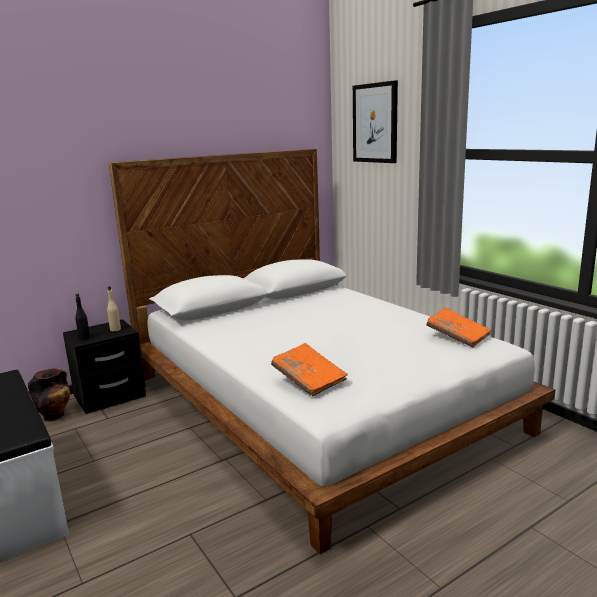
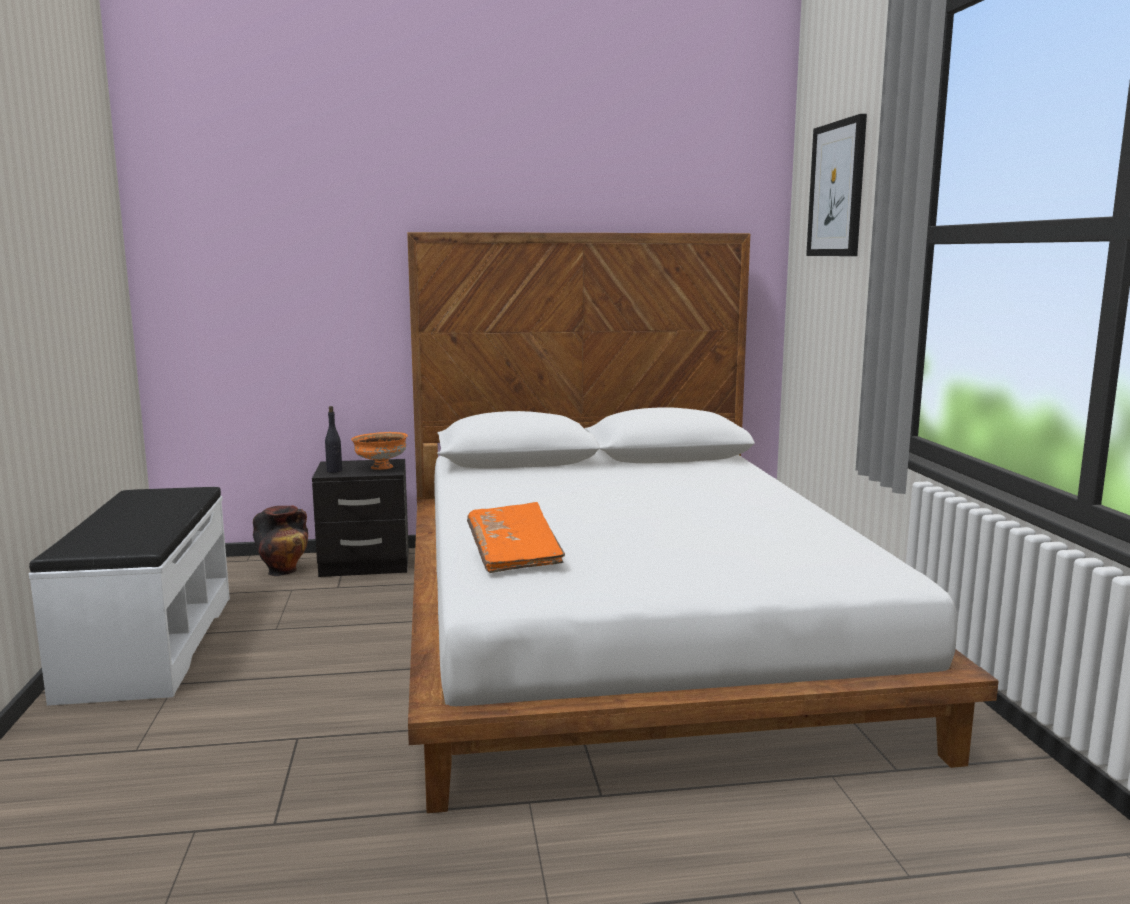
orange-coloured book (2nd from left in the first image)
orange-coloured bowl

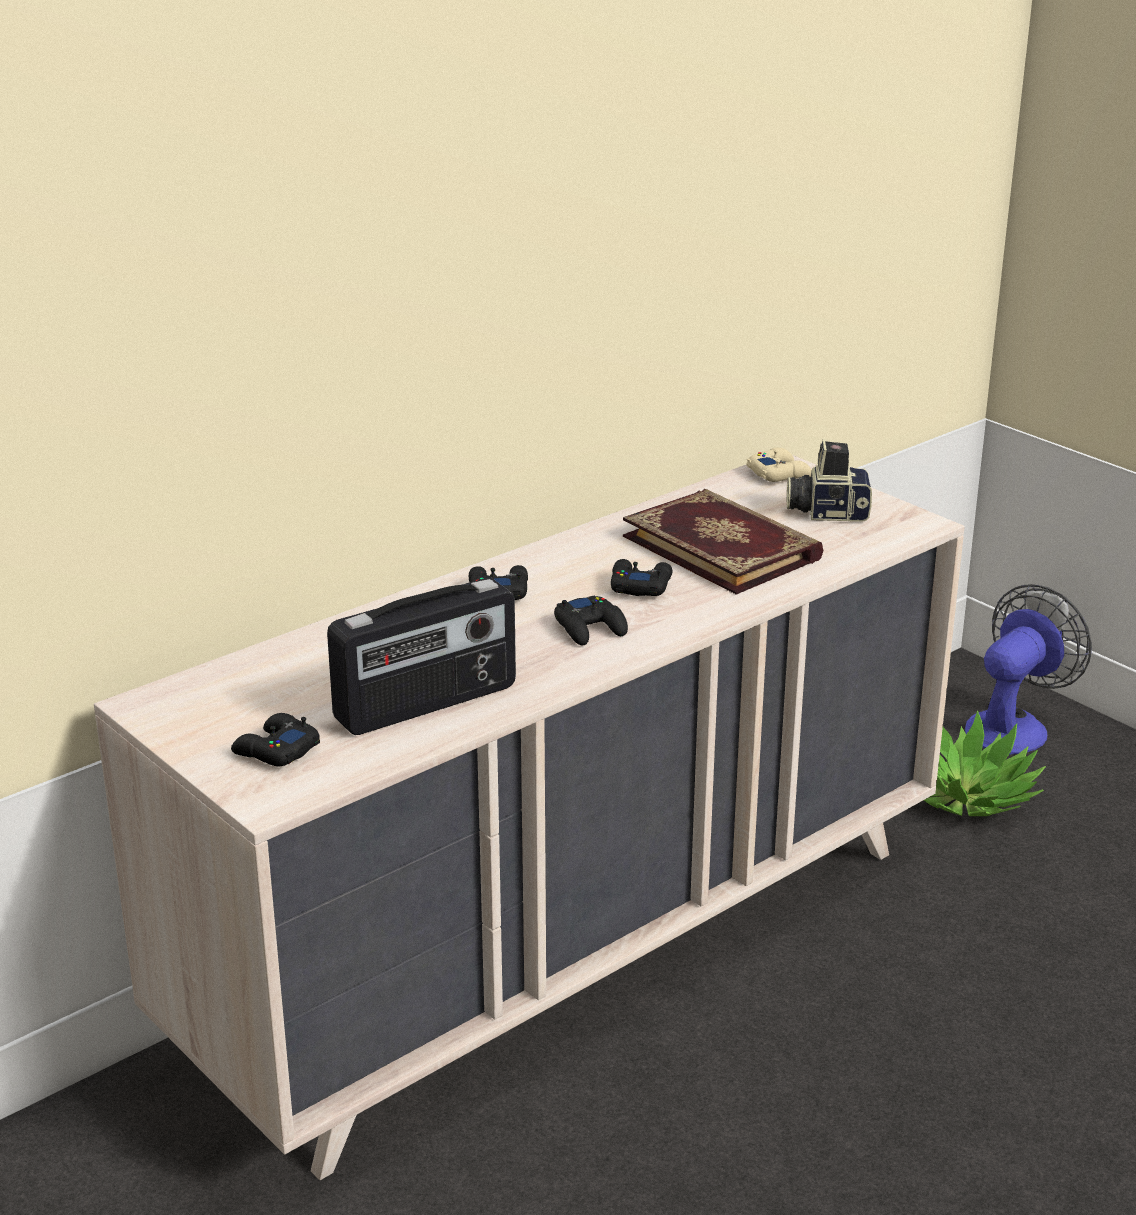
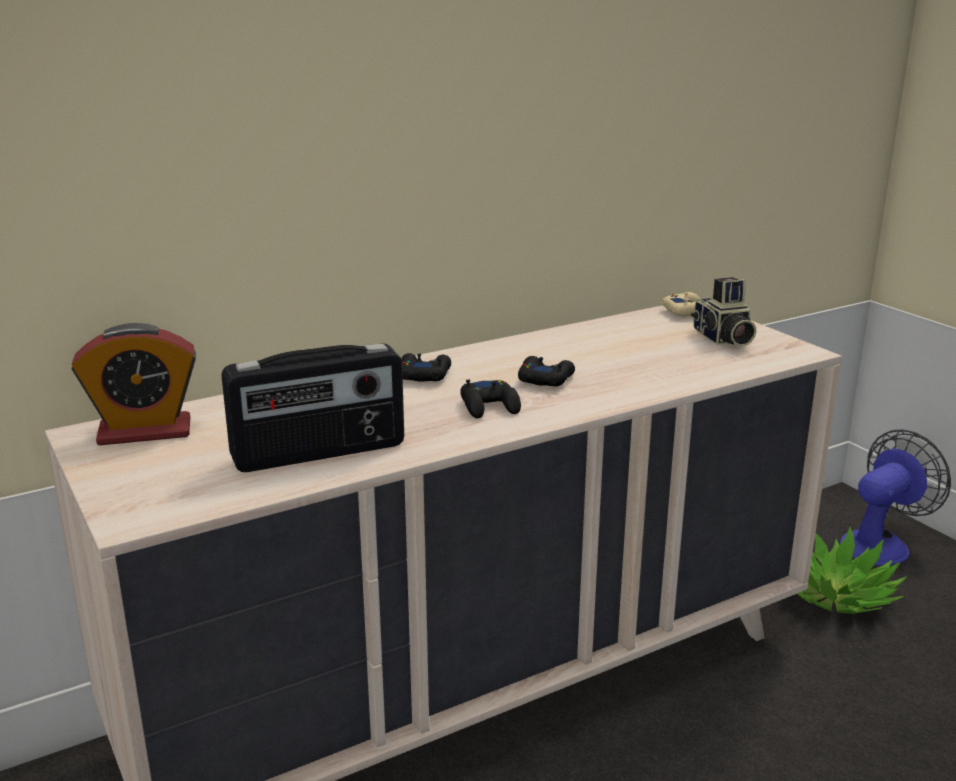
black joypad (1st from left in the first image)
book
table clock
photo camera

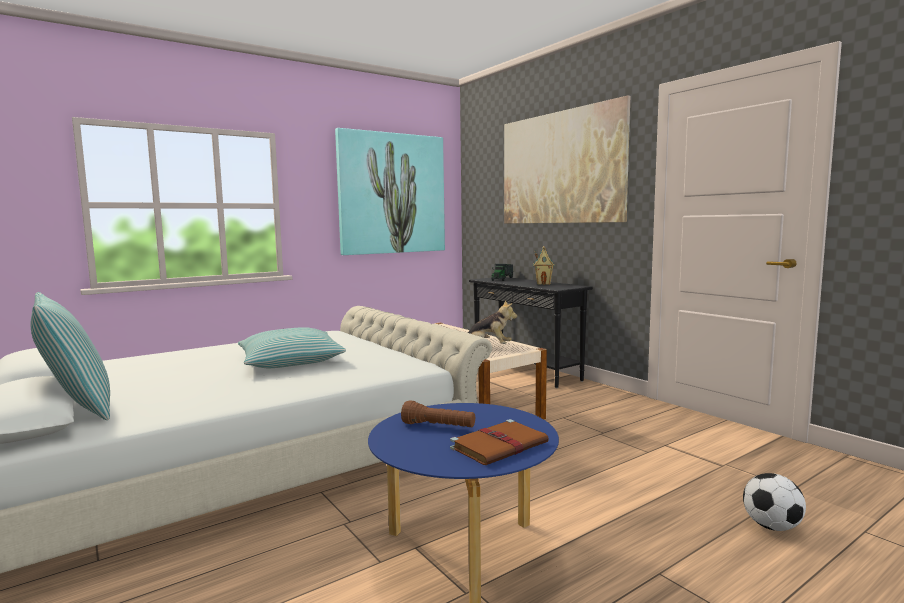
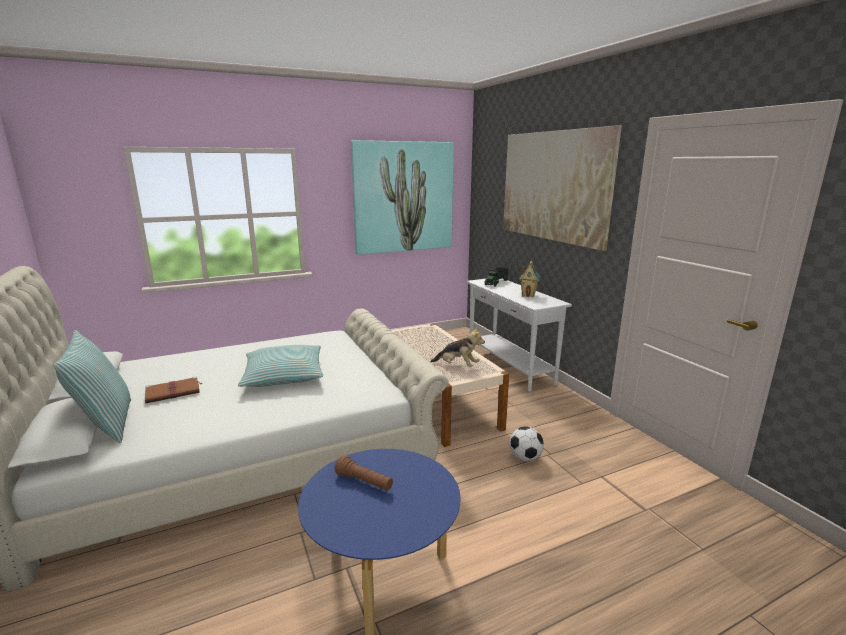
brown-coloured book
ball for football
white console table

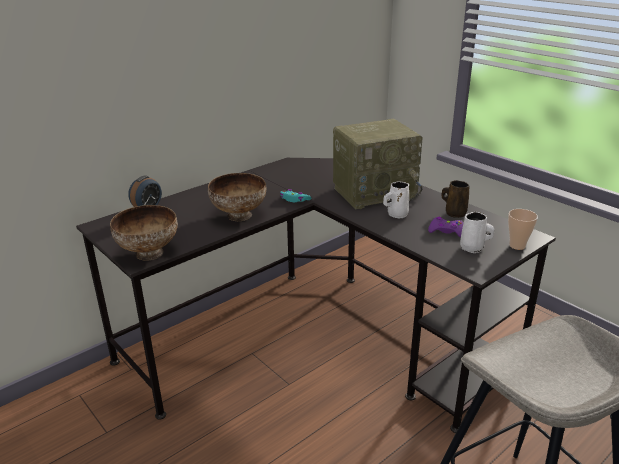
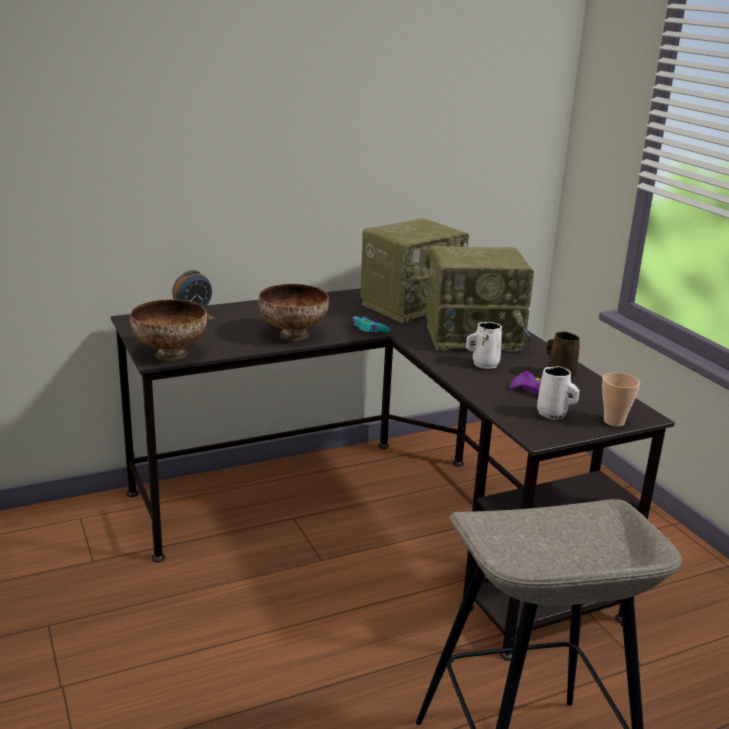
radio (1st from left)

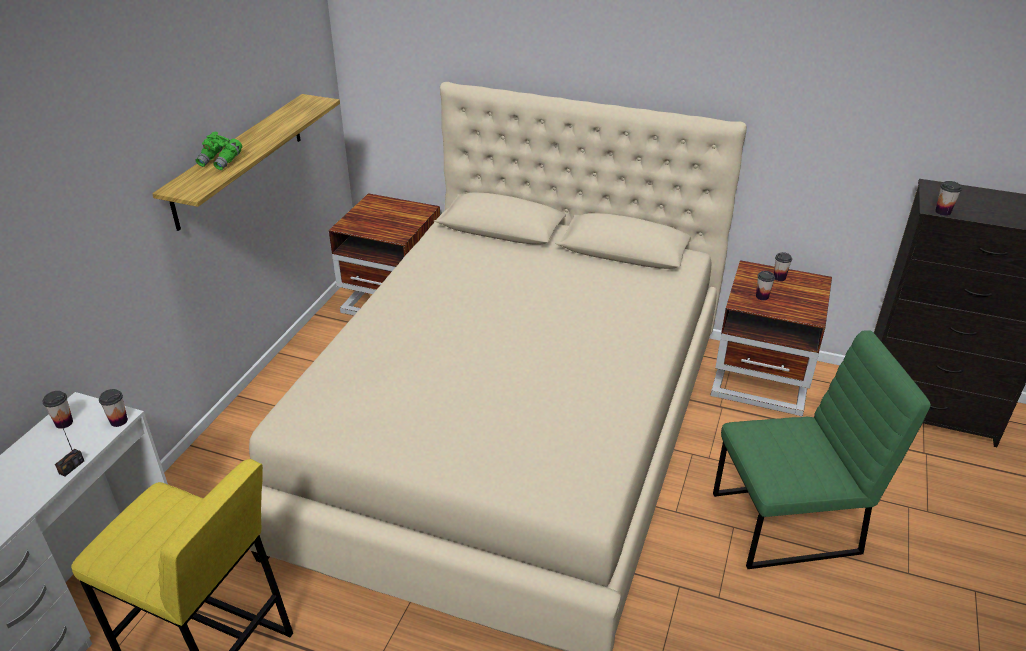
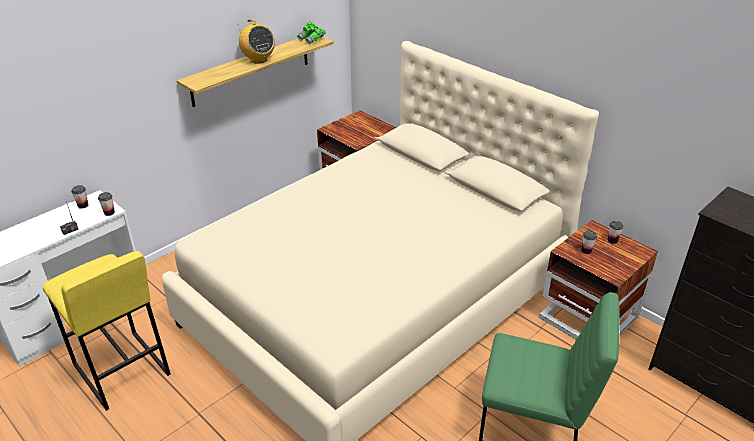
small cup (5th from left in the first image)
radio (2nd from left)
green-coloured field glasses

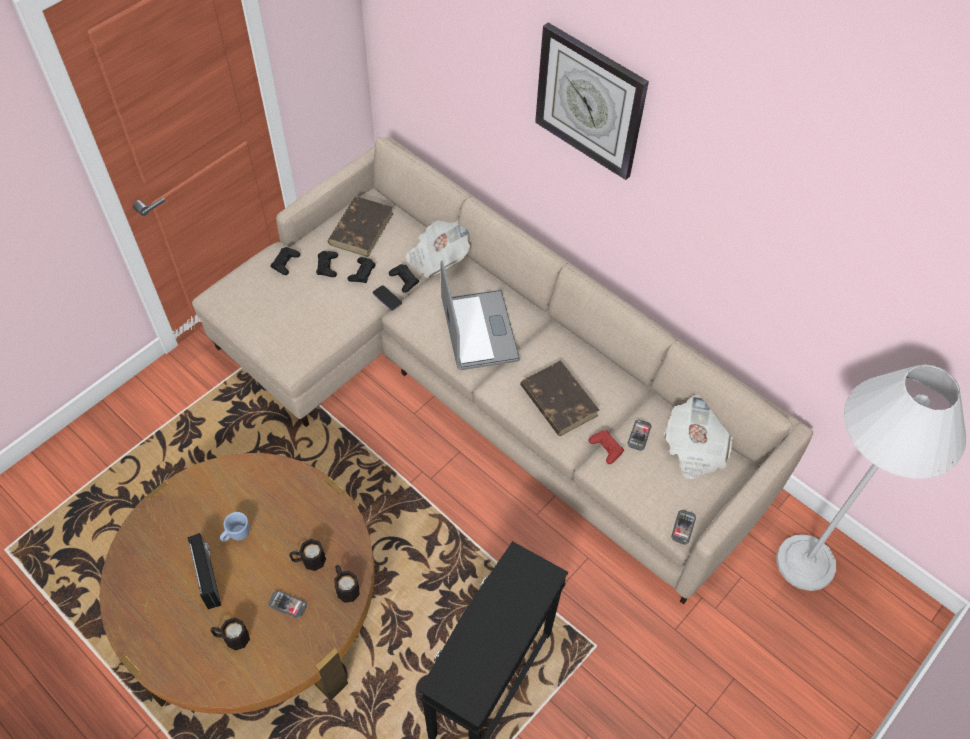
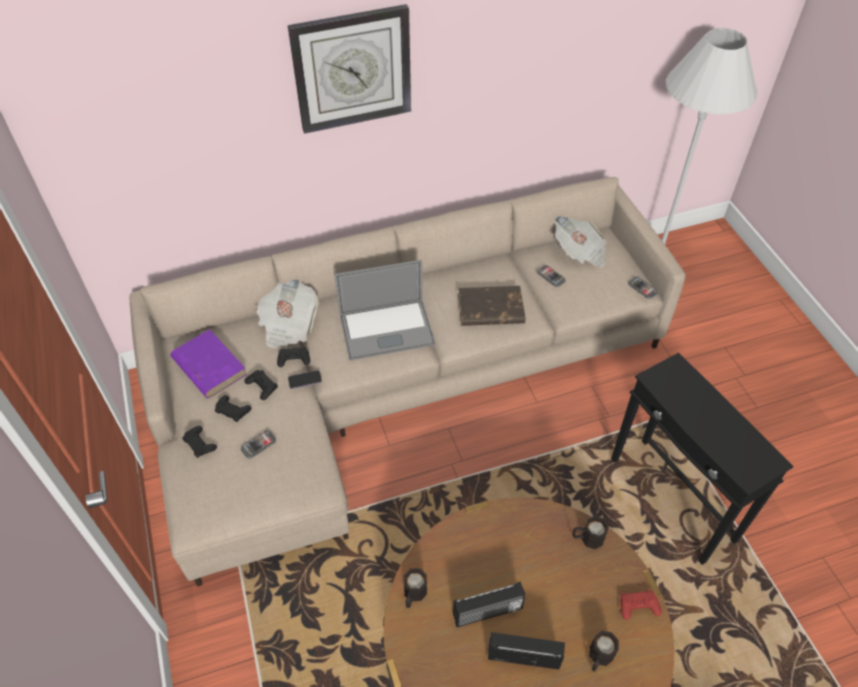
telephone (1st from left)
black mug (1st from left)
reddish joypad
radio (1st from left)
purplish book
notebook computer

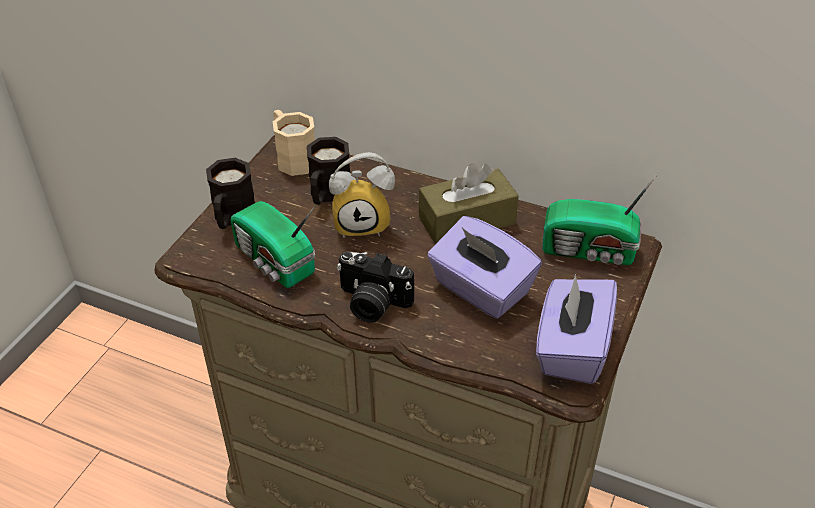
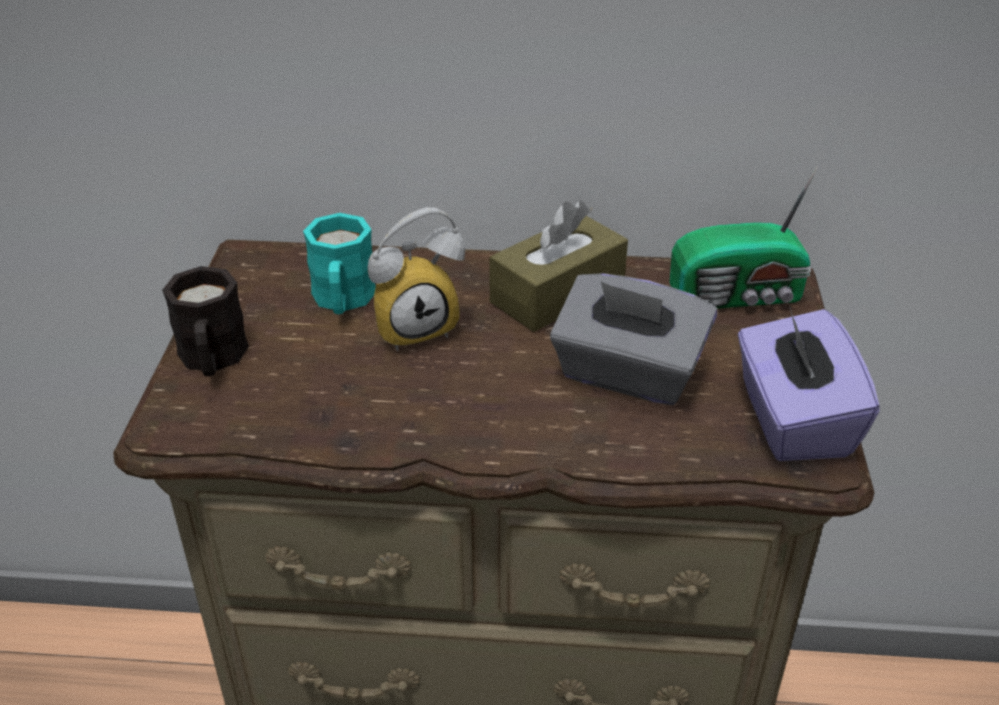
radio (1st from left in the first image)
sand-coloured mug
photo camera
turquoise-coloured mug
grey tissue holder

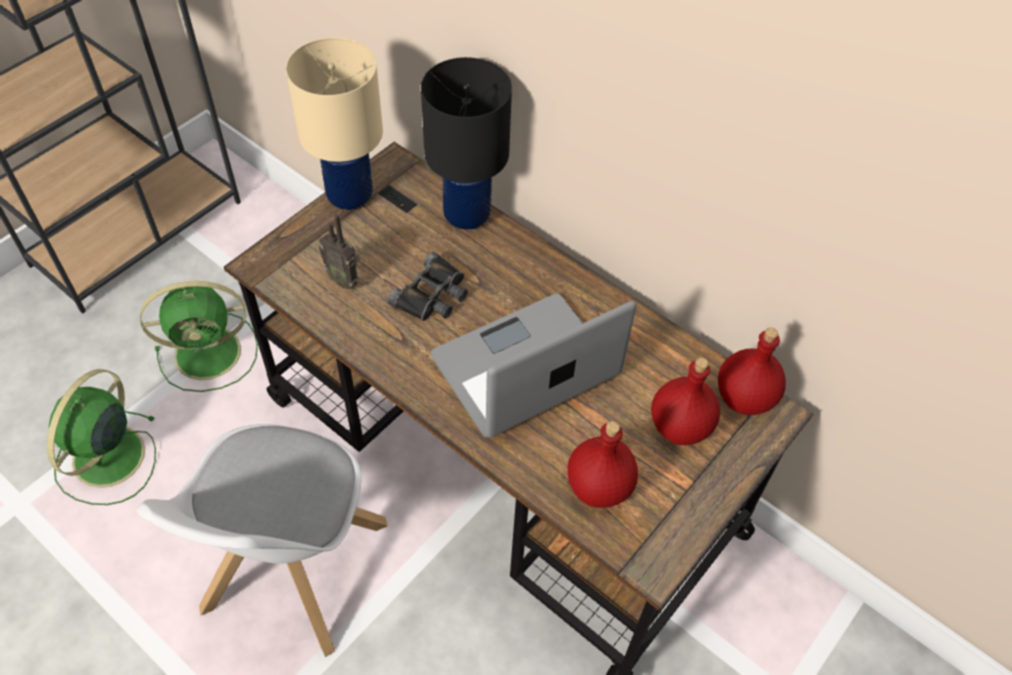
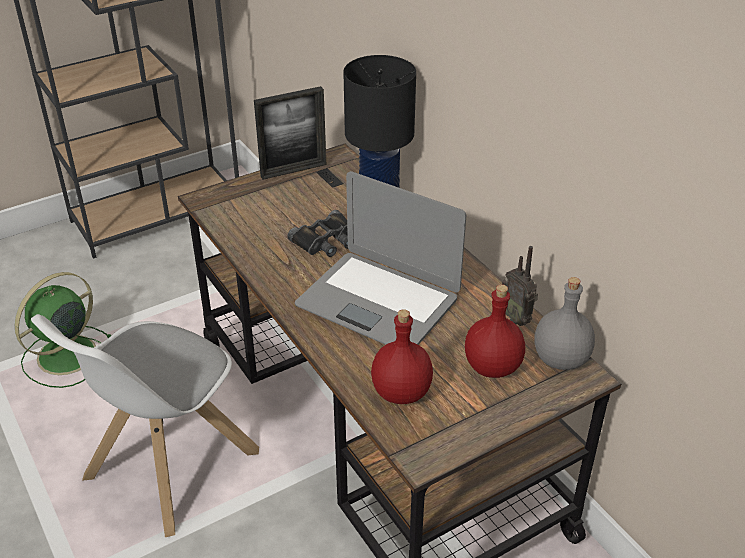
green-coloured cooling fan (2nd from left in the first image)
radio
photo frame
grey bottle
notebook computer

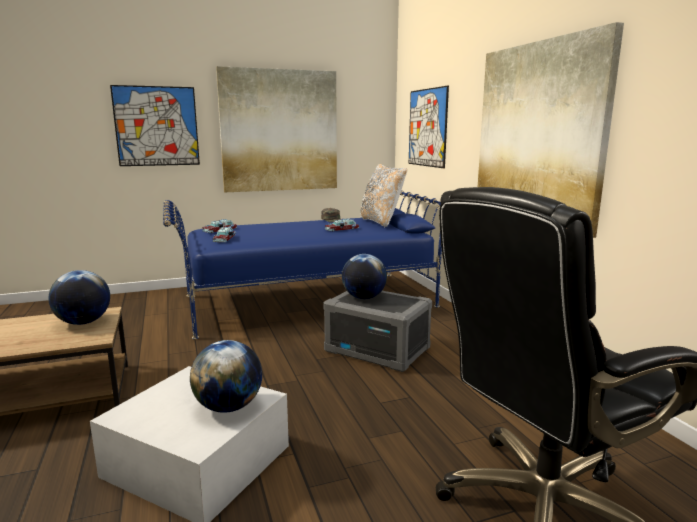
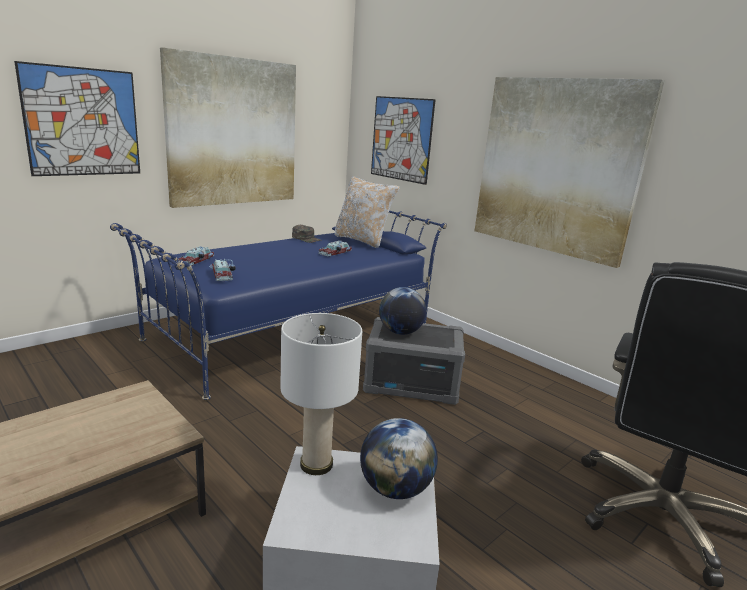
world globe (1st from left in the first image)
white table lamp

